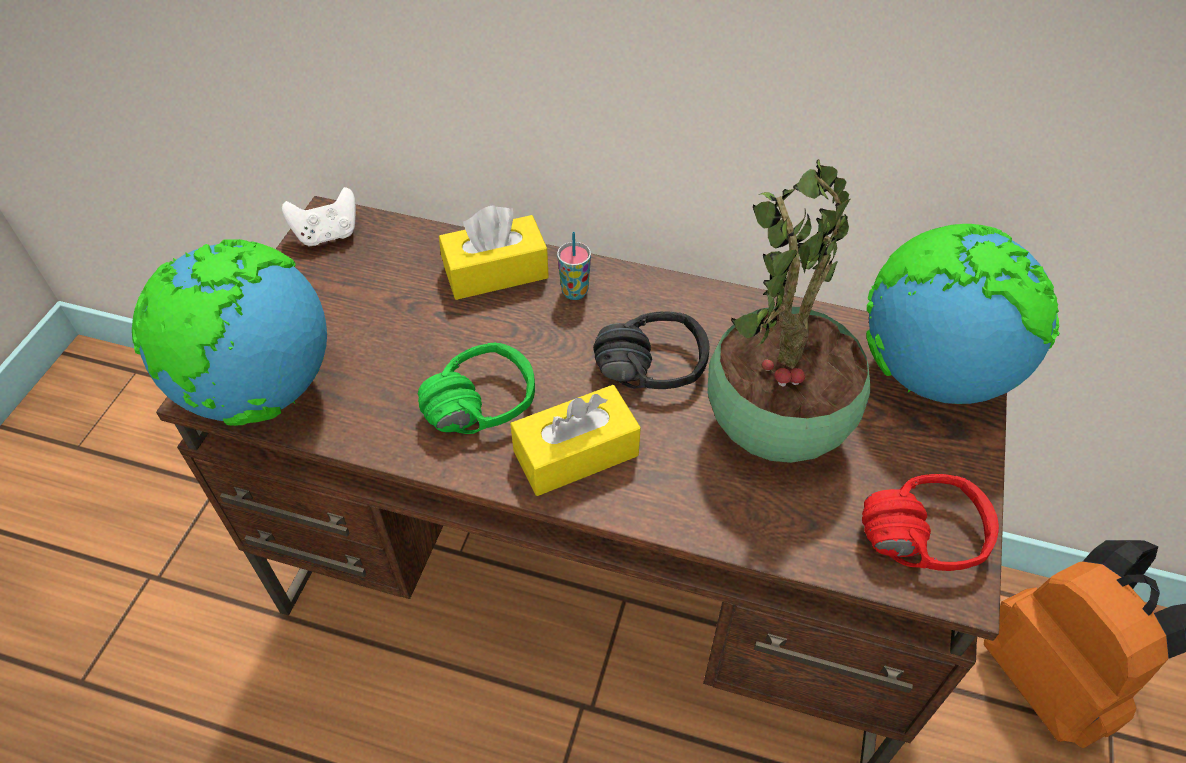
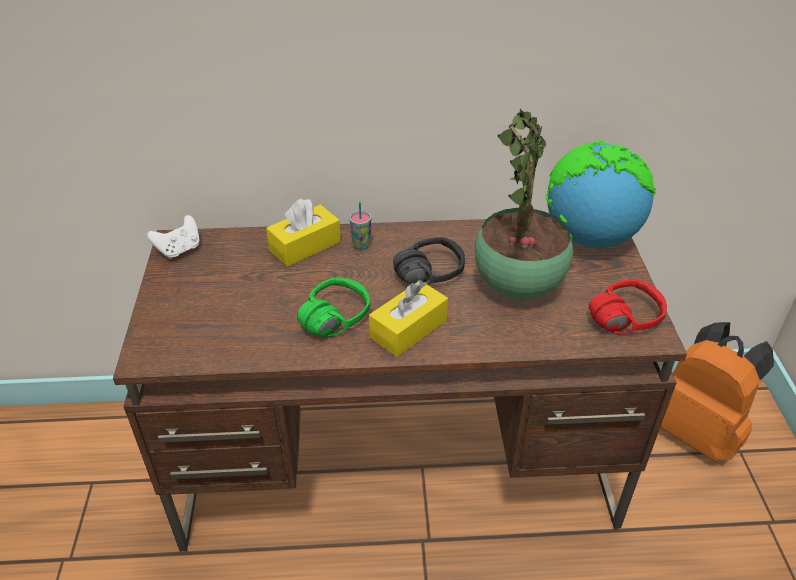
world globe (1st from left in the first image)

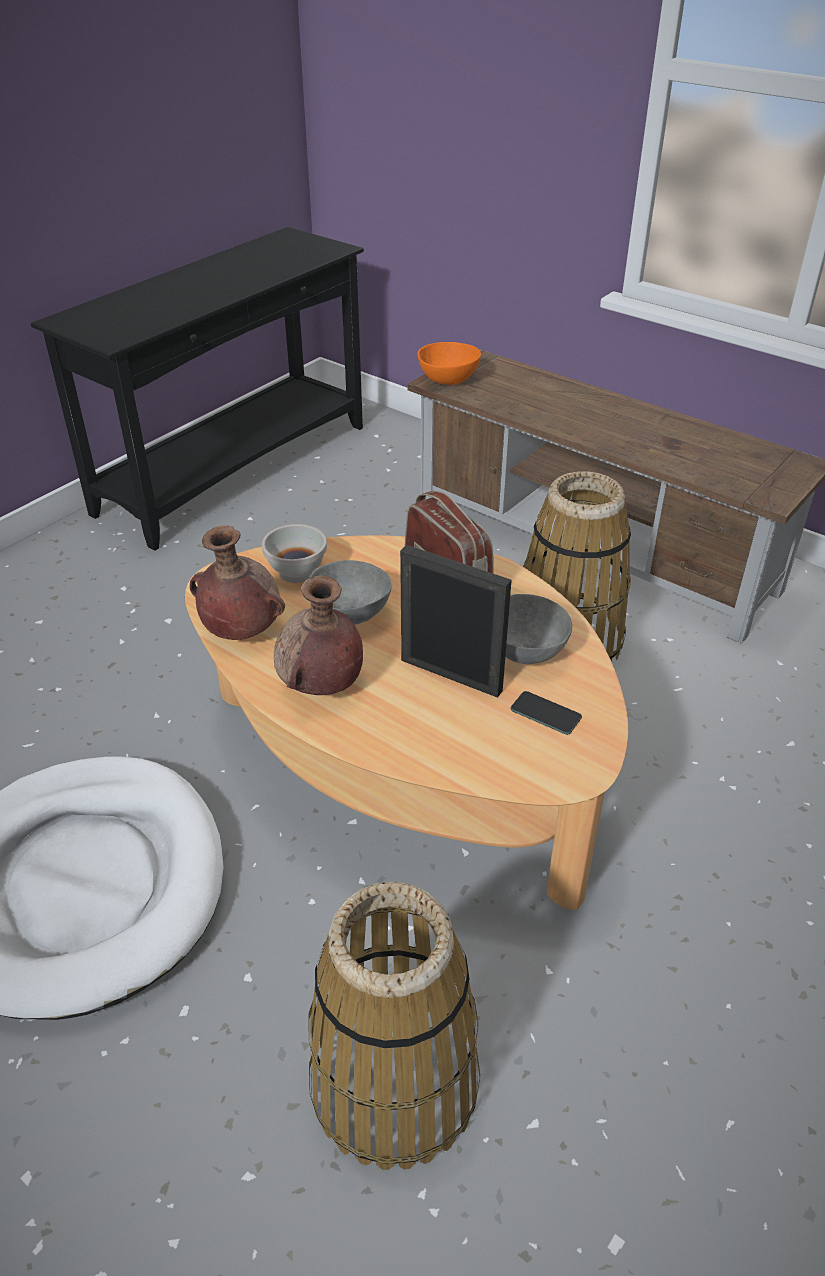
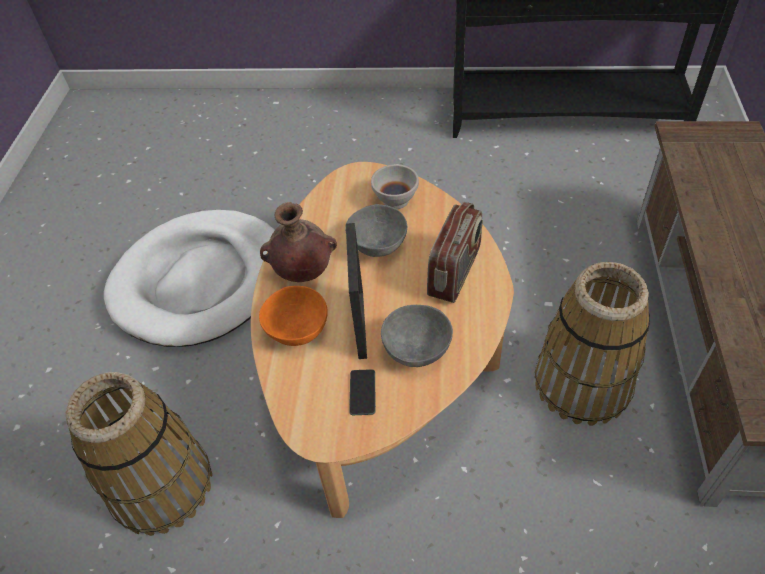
brown-coloured vase (1st from left in the first image)
orange-coloured bowl

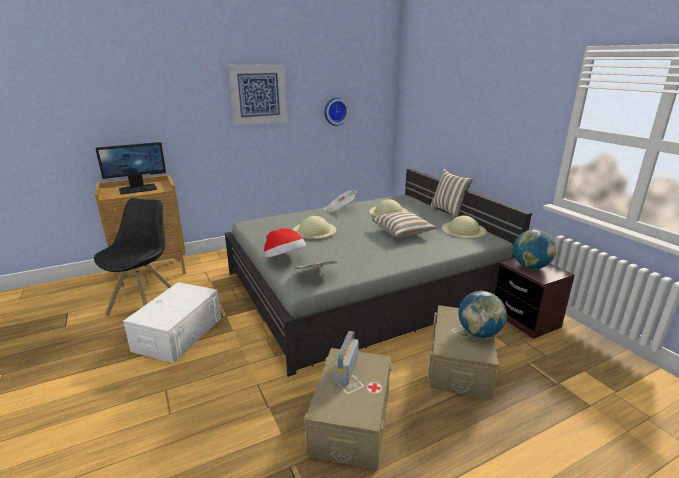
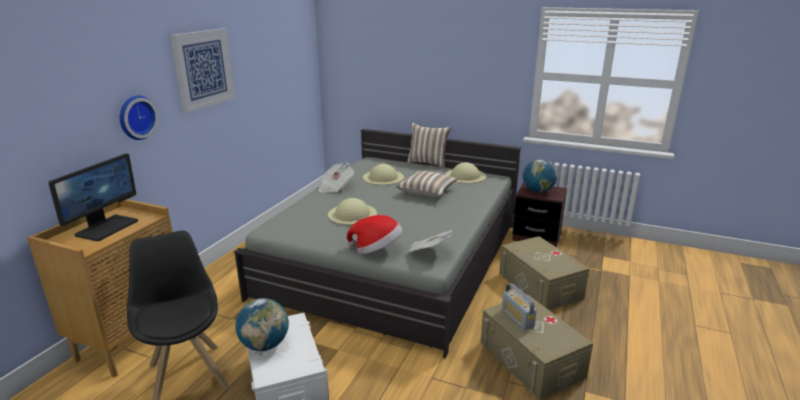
hanging clock
world globe (1st from left)

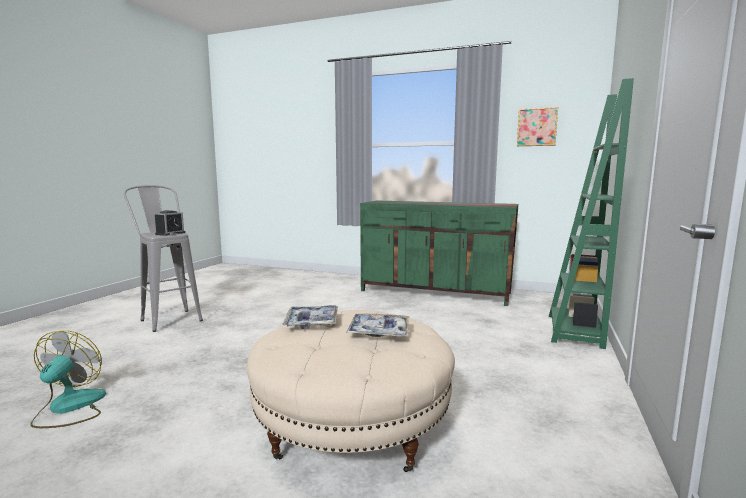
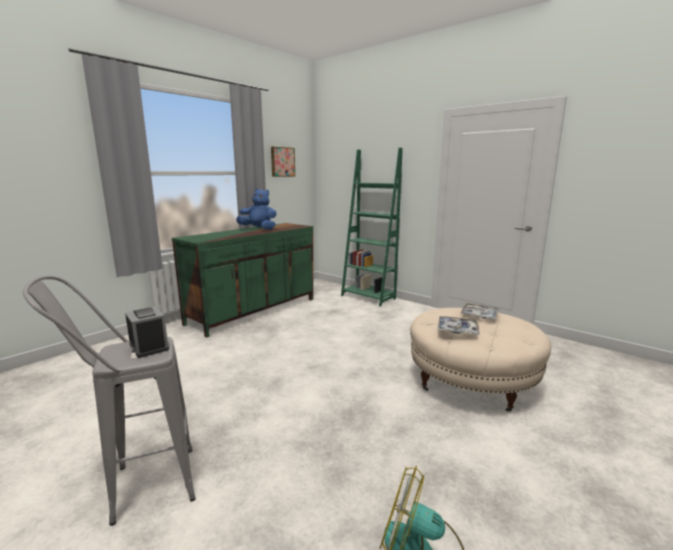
blue-coloured plush toy

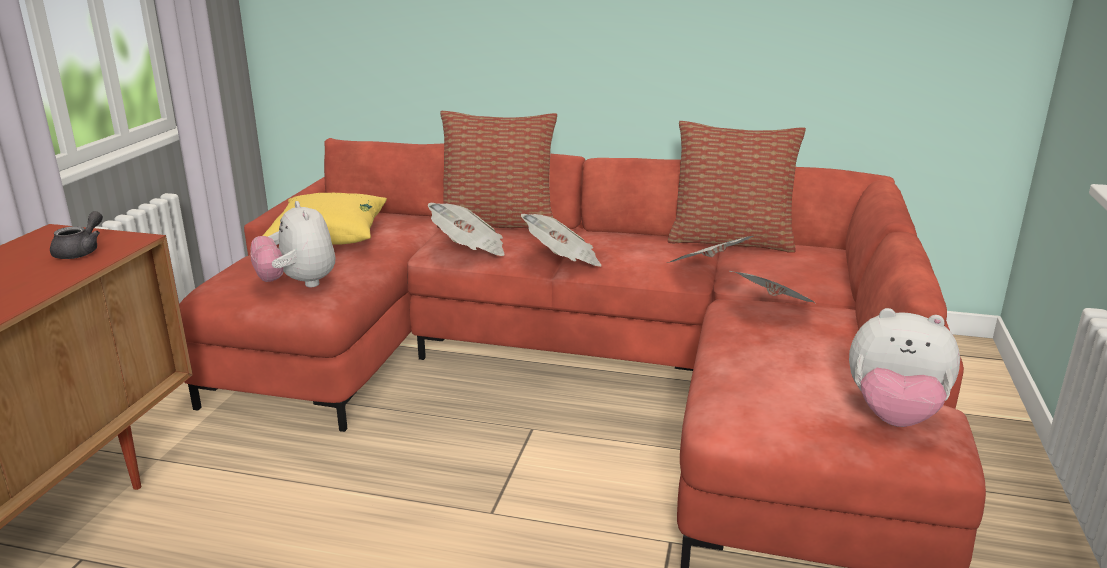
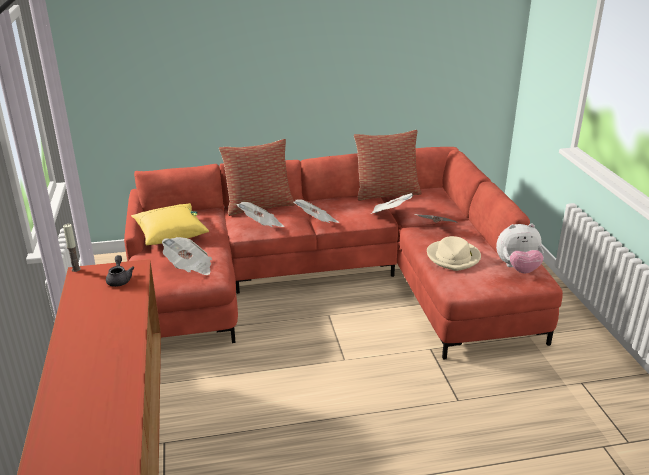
wax candle
sand-coloured hat
printed paper (1st from left)

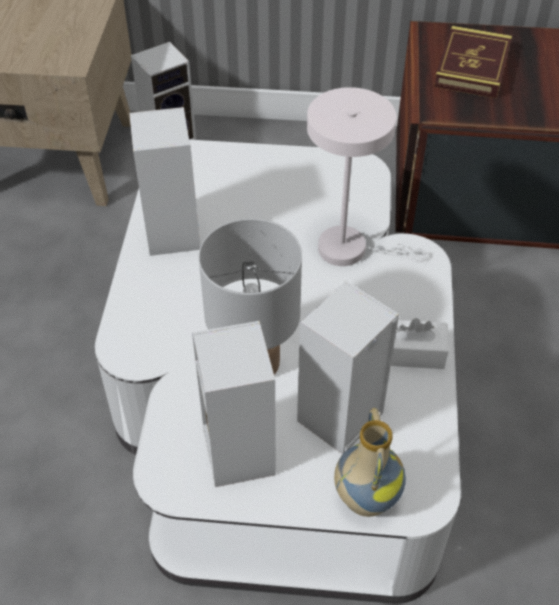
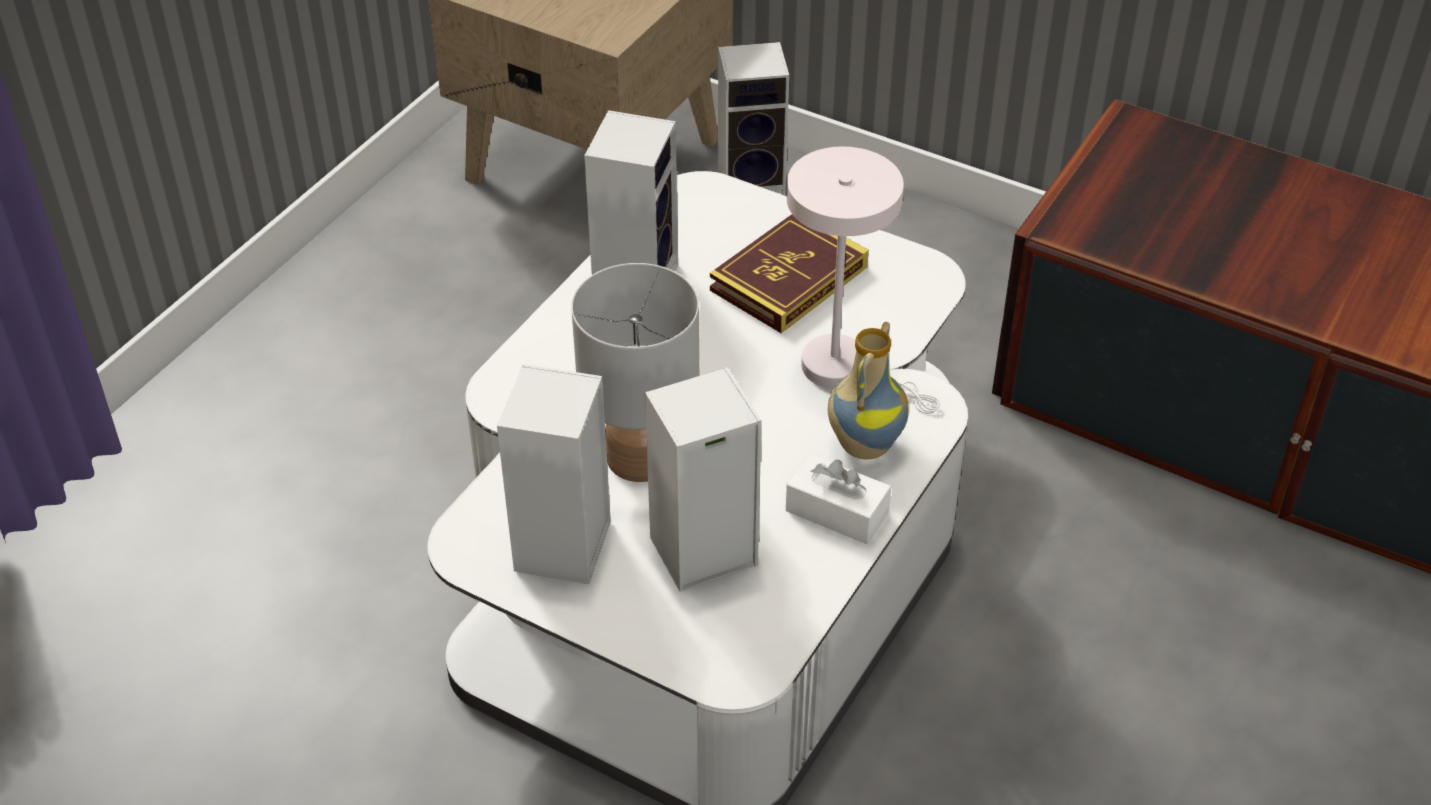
vase
book

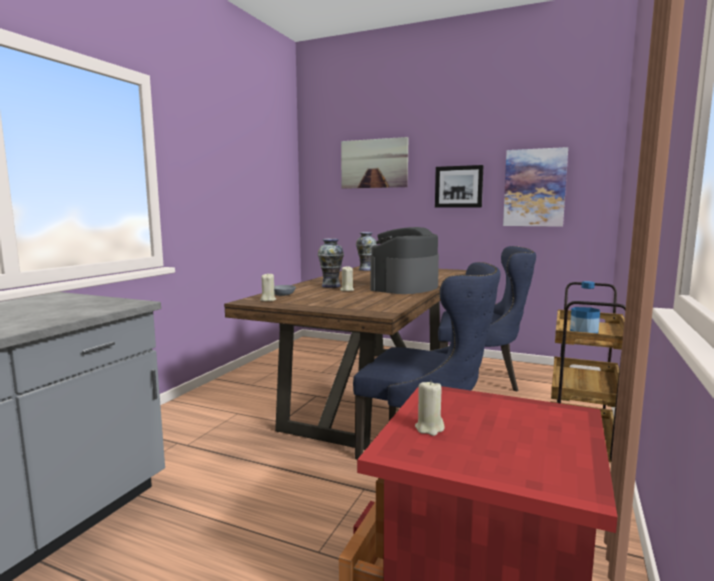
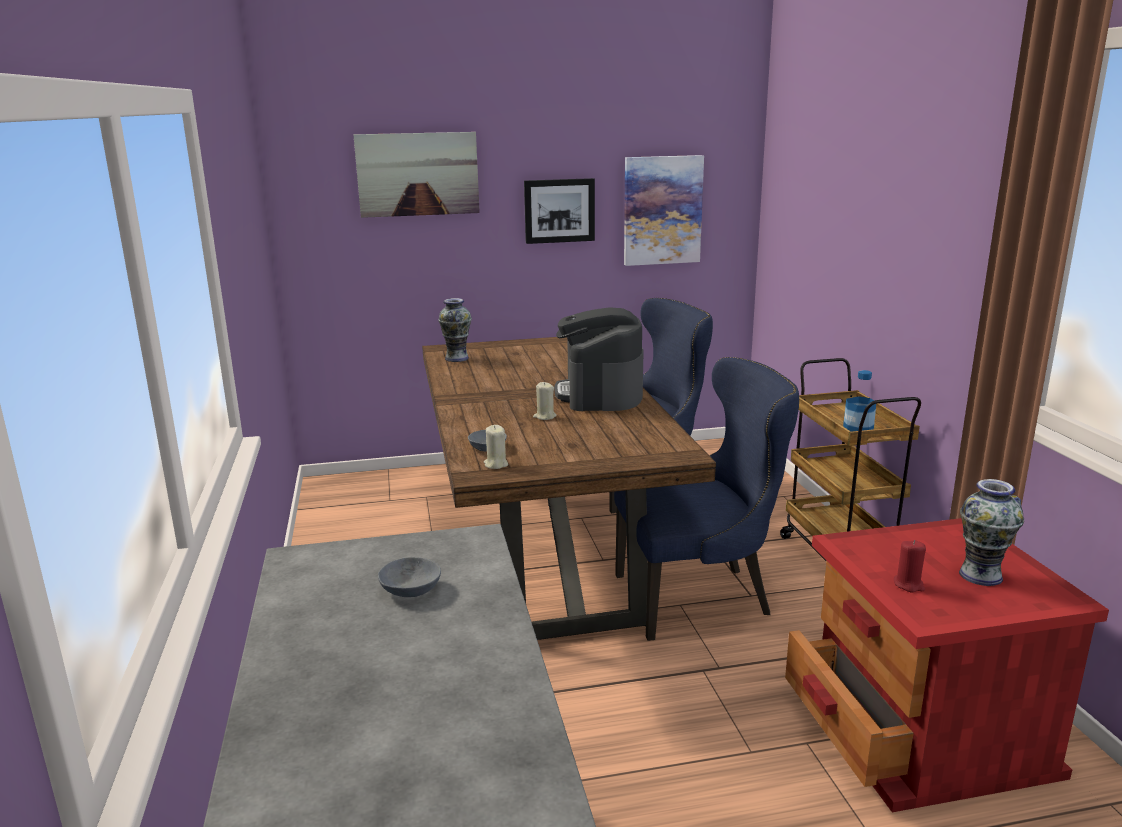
grey bowl (1st from left)
vase (2nd from left)
reddish wax candle

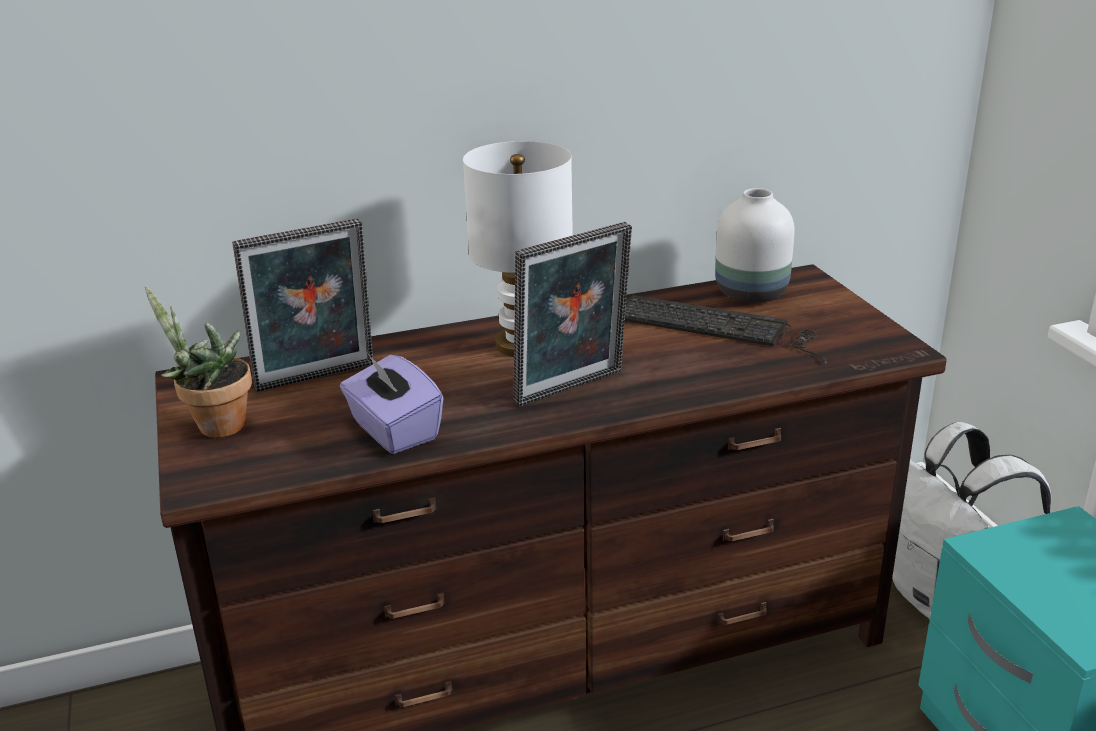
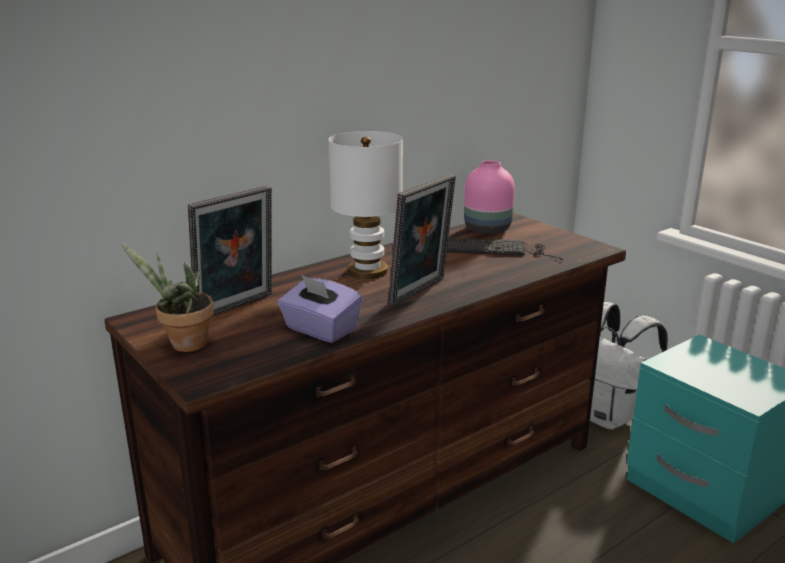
pinkish vase

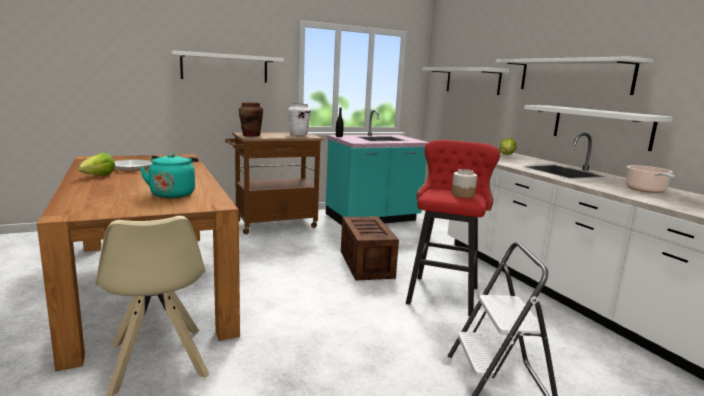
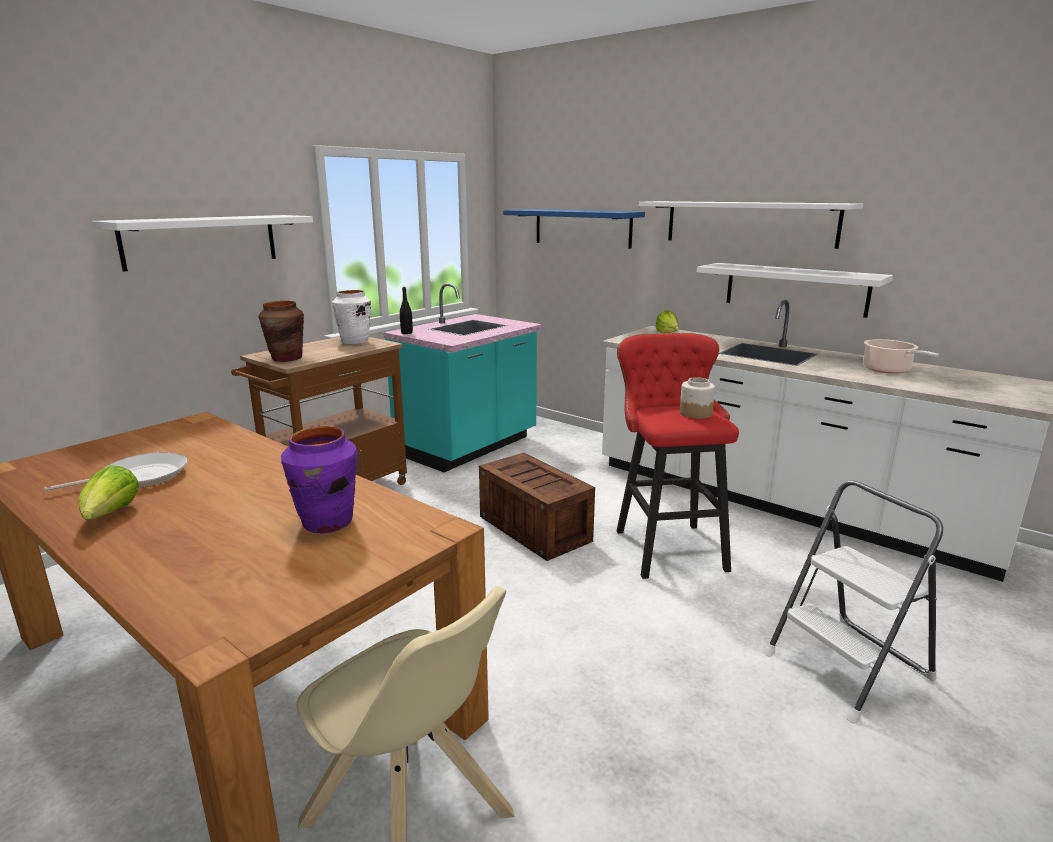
purplish vase
blue-coloured wall shelf

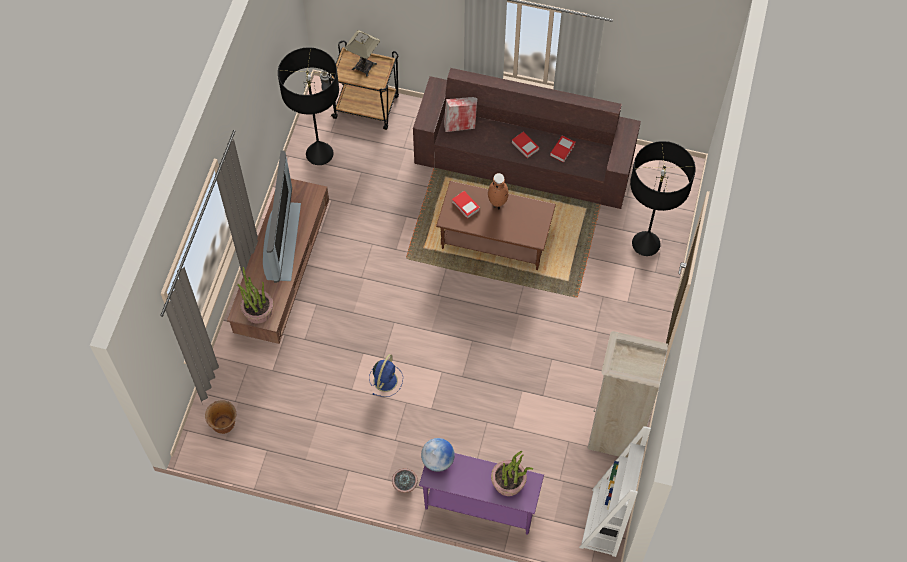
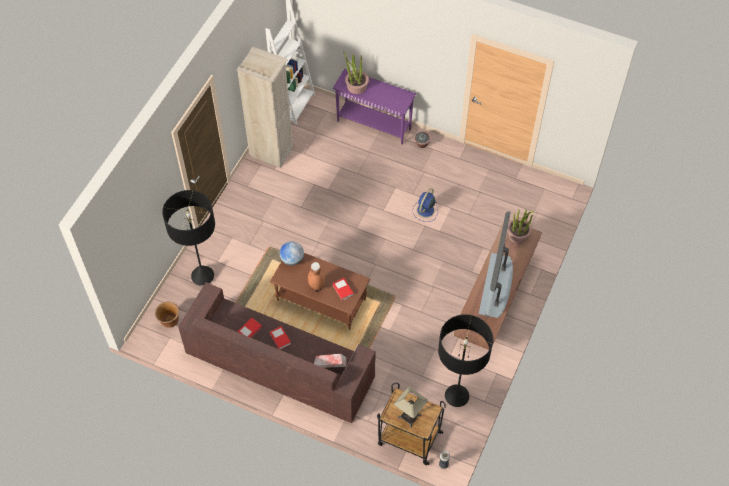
brown-coloured plant pot
world globe

